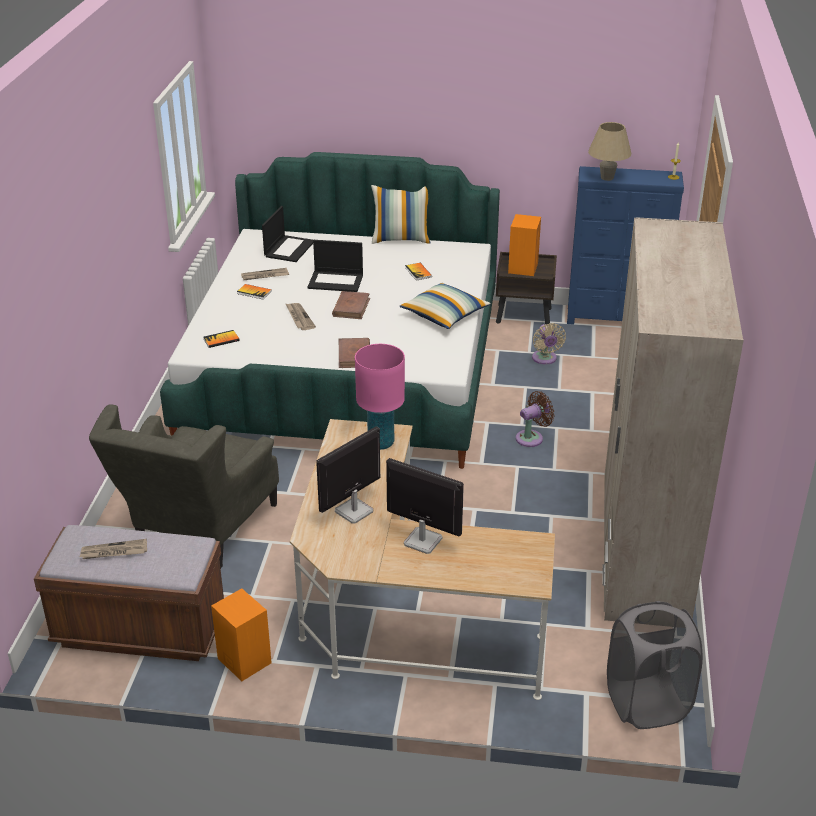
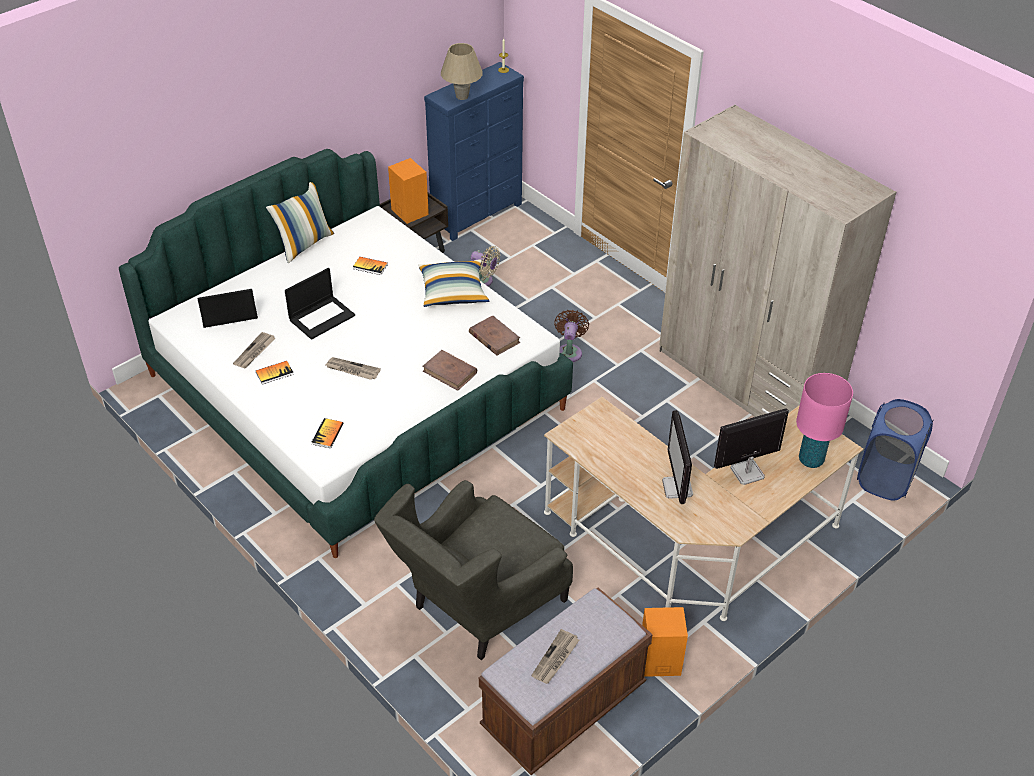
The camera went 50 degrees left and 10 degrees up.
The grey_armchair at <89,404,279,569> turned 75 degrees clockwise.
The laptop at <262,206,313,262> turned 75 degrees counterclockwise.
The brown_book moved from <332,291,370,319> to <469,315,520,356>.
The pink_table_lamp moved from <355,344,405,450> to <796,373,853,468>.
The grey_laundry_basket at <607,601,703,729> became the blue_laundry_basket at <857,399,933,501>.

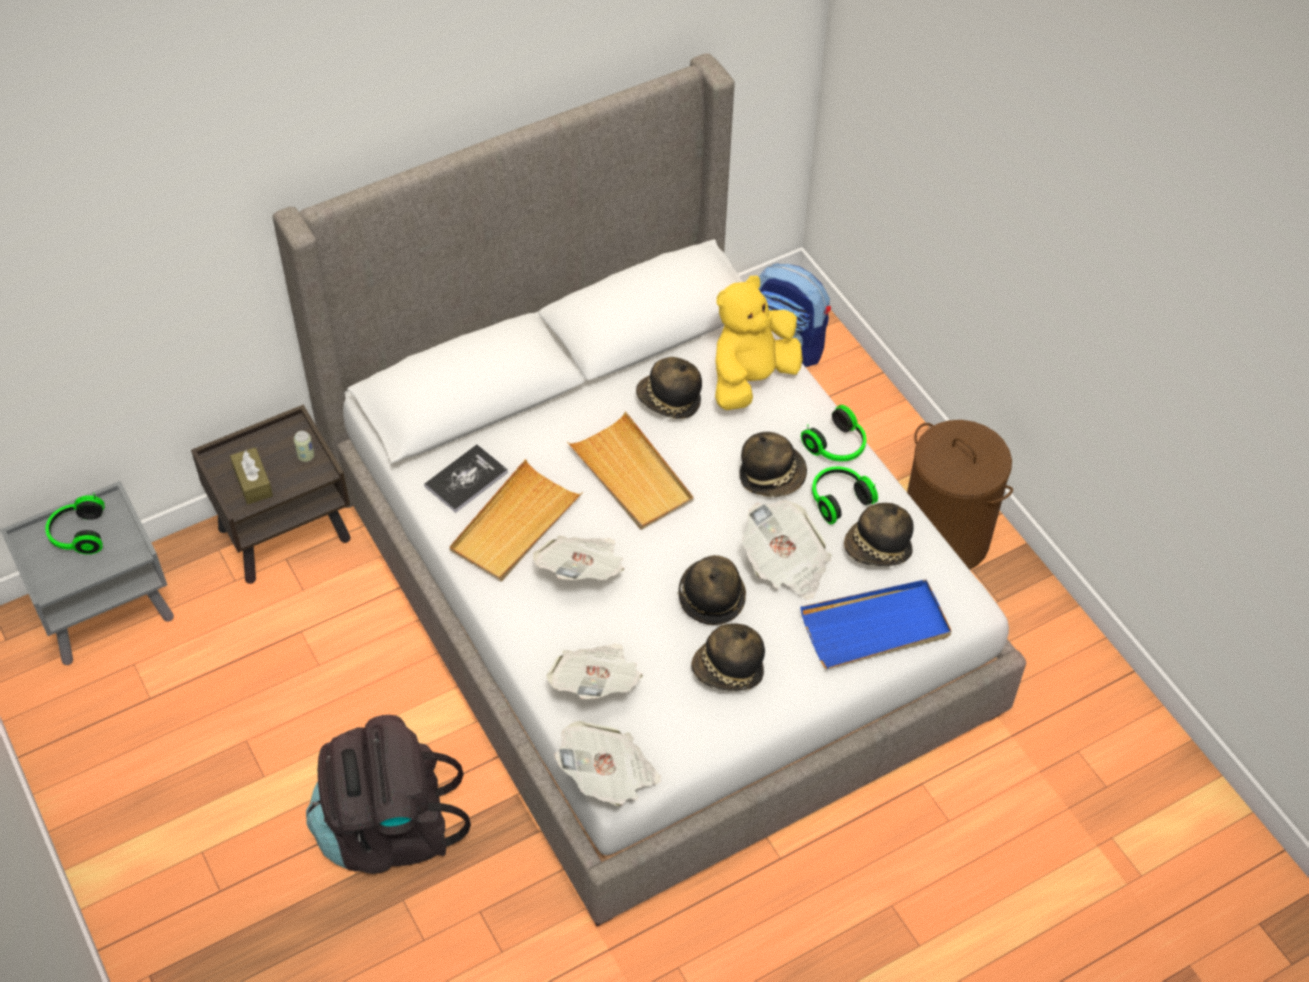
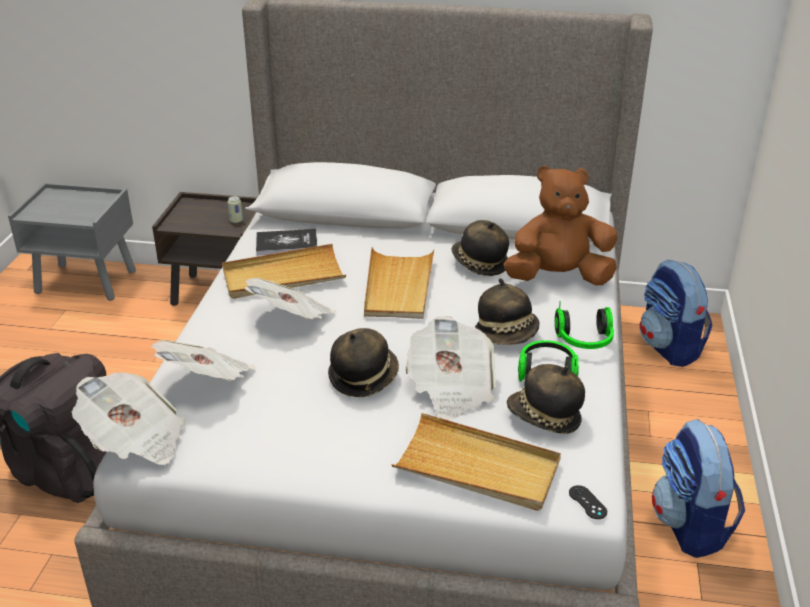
The camera went 40 degrees right and 20 degrees down.
The headphones at <45,493,105,554> disappeared.
The brown_tissue_box at <230,447,273,504> disappeared.
The hat at <691,623,765,691> disappeared.
The yellow_plush_toy at <715,275,803,410> became the brown_plush_toy at <504,165,617,285>.
The blue_tray at <801,579,951,669> became the beige_tray at <391,413,561,511>.
The brown_laundry_basket at <907,420,1013,570> was replaced by the backpack at <652,419,745,558>.
The black_game_controller at <569,485,607,519> appeared.

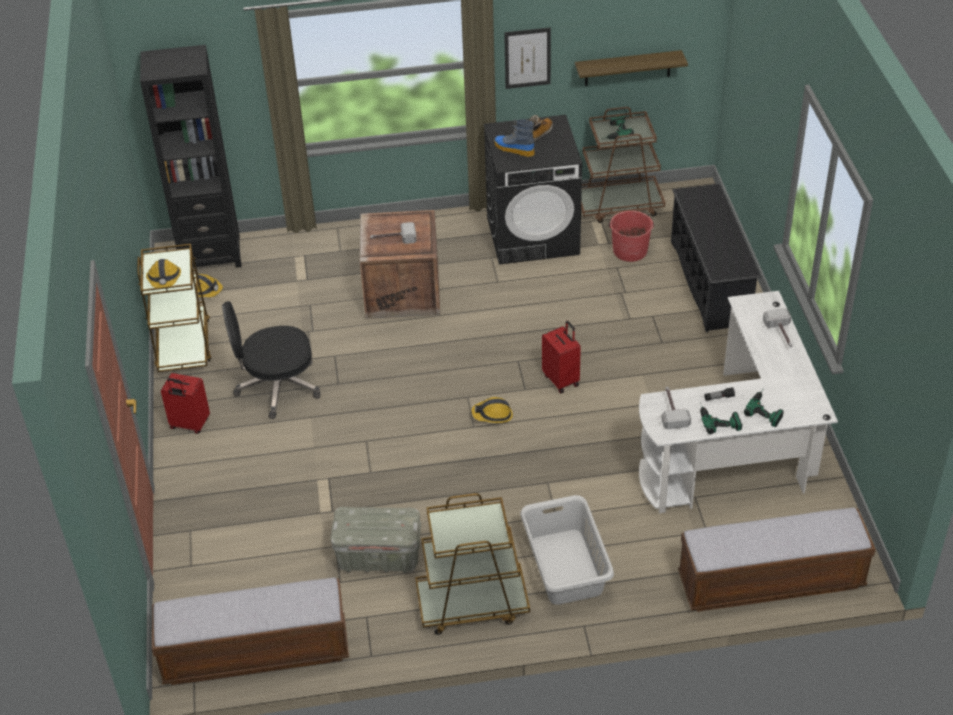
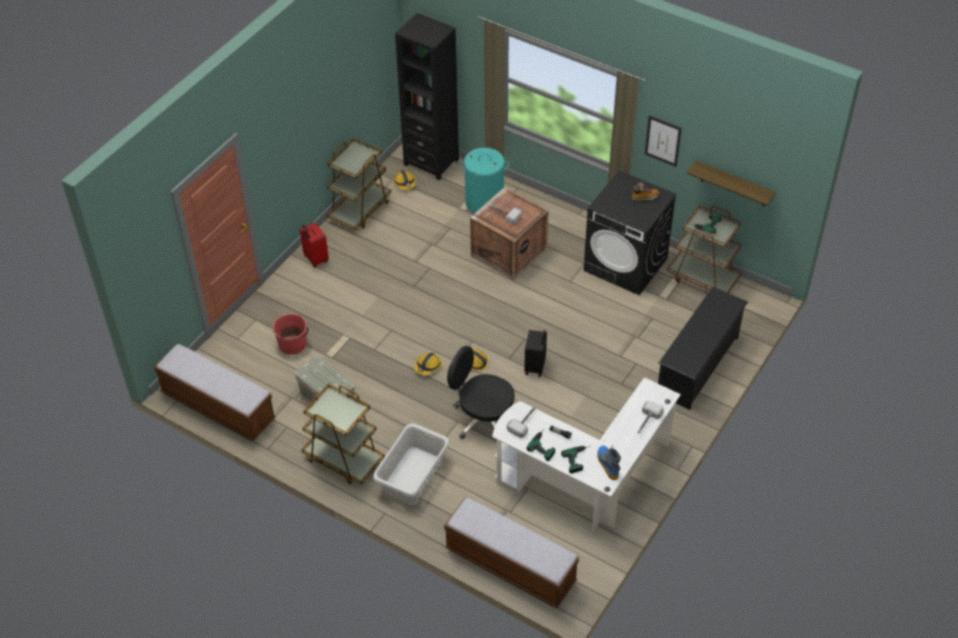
The camera went 40 degrees right and 5 degrees up.
The hard_hat moved from <146,259,181,288> to <414,352,442,375>.
The black_office_chair moved from <222,301,320,419> to <447,346,515,439>.
The boot moved from <495,119,535,157> to <598,445,621,480>.
The red_suitcase at <542,321,581,394> became the black_suitcase at <524,330,547,377>.
The red_bucket moved from <608,211,654,262> to <273,313,308,355>.
The turquoise_laundry_basket at <459,148,509,213> appeared.

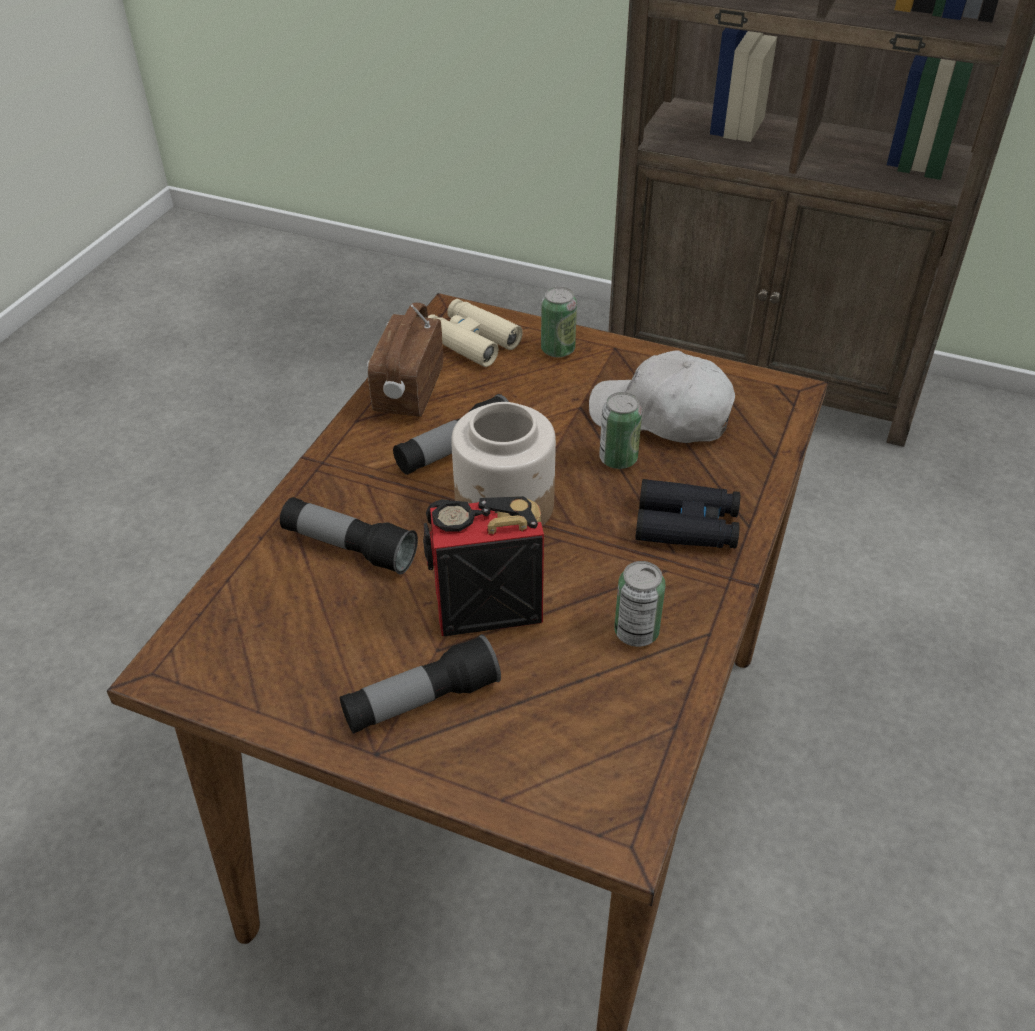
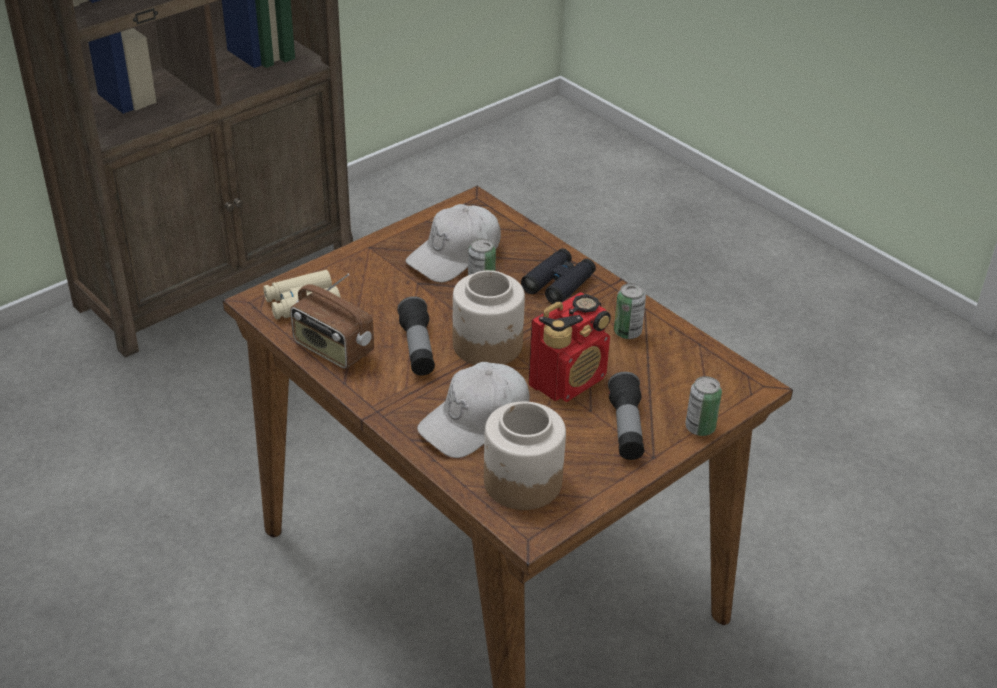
The camera went 65 degrees left and 5 degrees down.
The flashlight at <280,497,418,575> was replaced by the white_cap at <417,362,530,458>.
The radio at <423,496,544,636> turned 150 degrees counterclockwise.
The can moved from <541,287,577,358> to <685,376,722,436>.
The jar at <484,401,566,510> appeared.

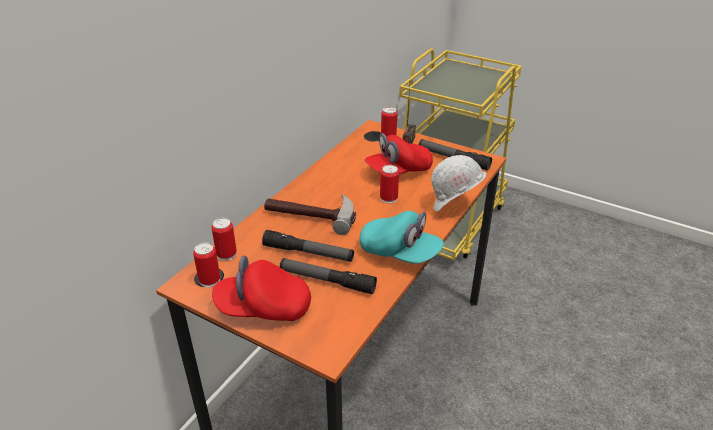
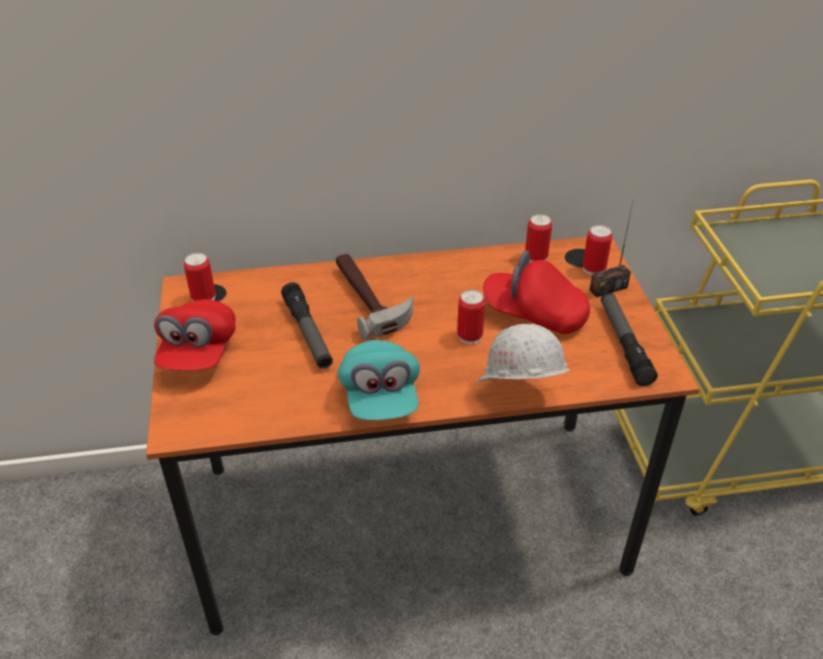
The camera went 50 degrees right and 5 degrees up.
The can moved from <211,218,237,261> to <525,214,552,262>.
The red_cap at <212,255,311,321> turned 135 degrees counterclockwise.
The flashlight at <280,258,377,294> disappeared.

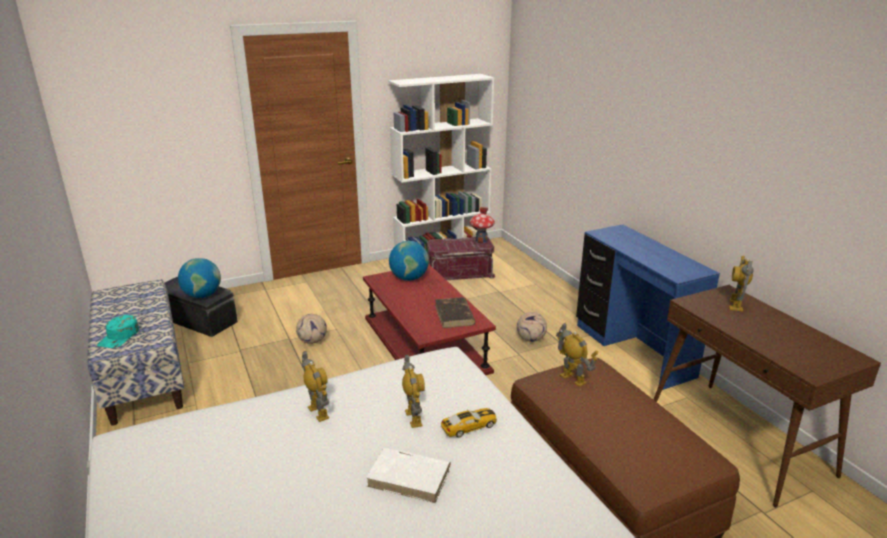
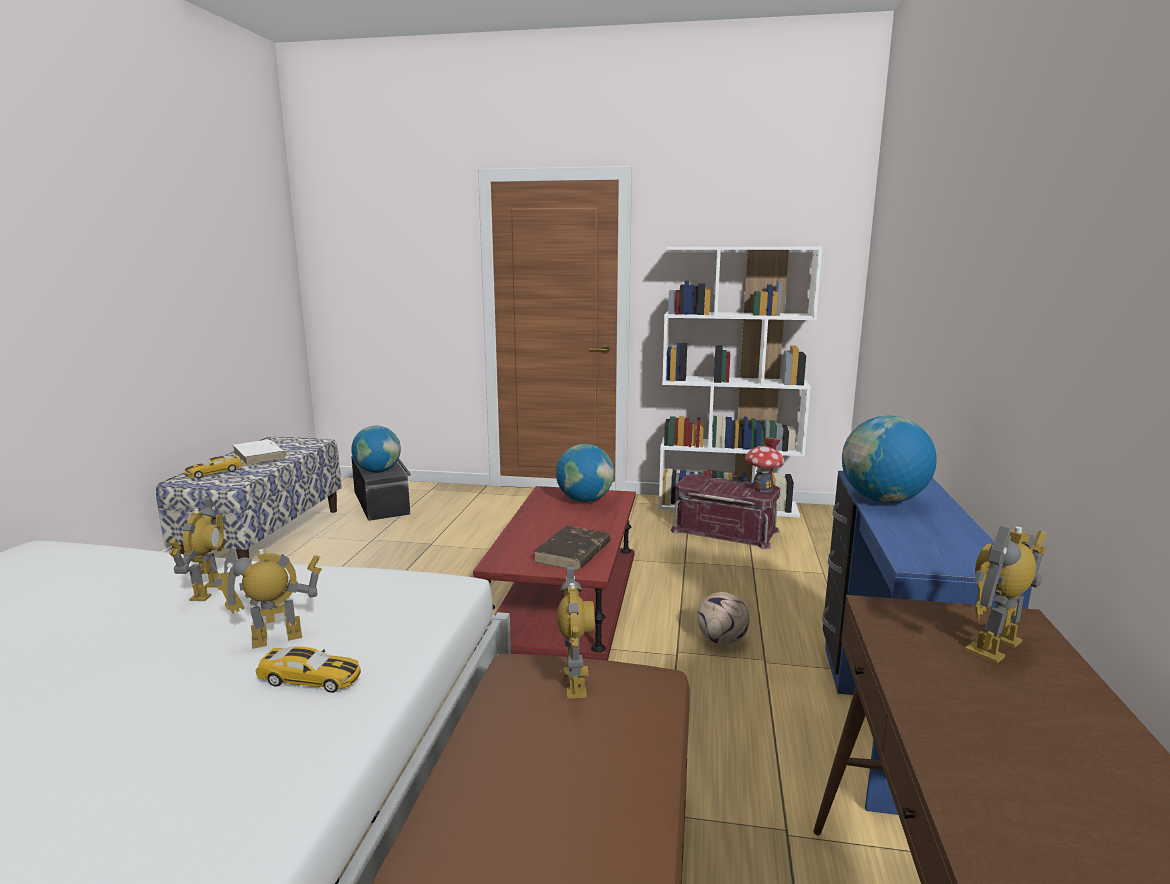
The camera went 35 degrees right and 10 degrees down.
The turquoise_cap at <97,315,139,348> was replaced by the toy_car at <185,456,243,478>.
The football at <296,314,327,344> disappeared.
The white_book moved from <366,447,451,503> to <233,440,287,465>.
The toy_robot at <402,354,425,428> turned 135 degrees counterclockwise.
The globe at <842,415,937,503> appeared.

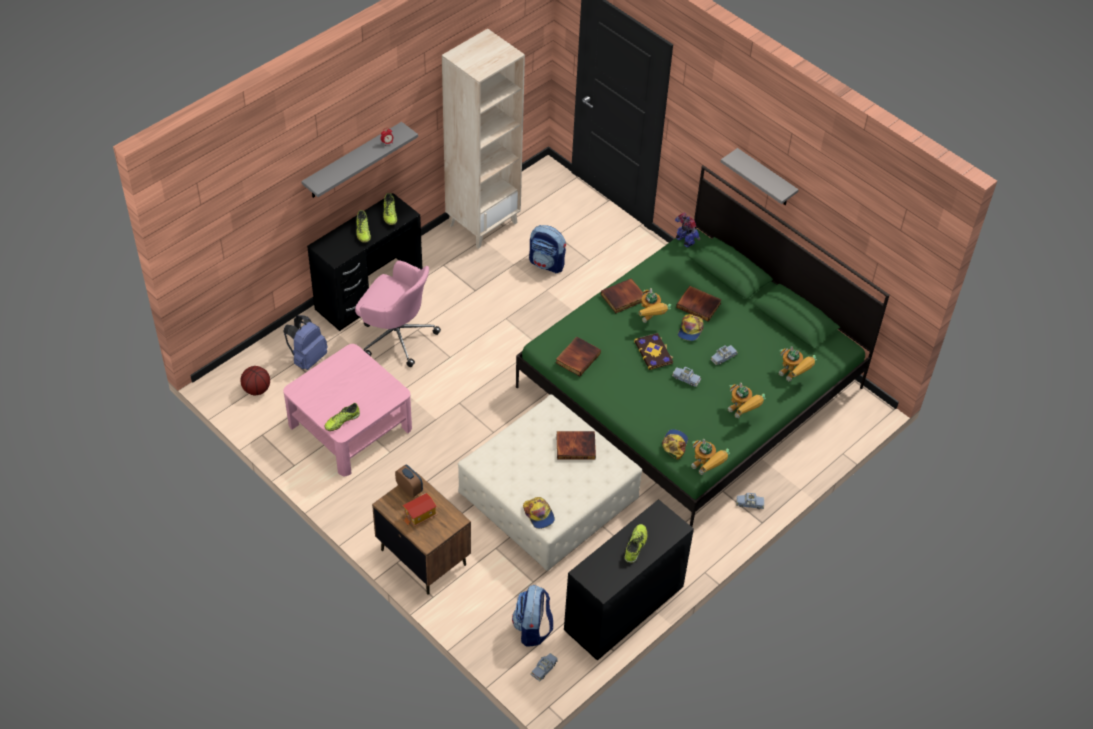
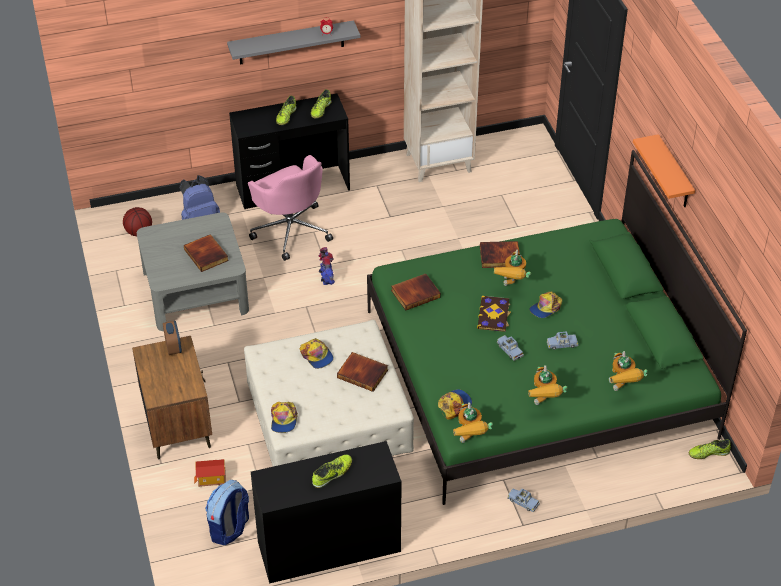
The camera went 30 degrees right and 5 degrees down.
The pink_coffee_table at <283,344,412,476> became the grey_coffee_table at <137,213,249,331>.
The shoe moved from <324,403,360,431> to <688,439,731,459>.
The toy_house moved from <403,493,437,527> to <194,459,226,487>.
The backpack at <529,225,566,273> disappeared.
The blue_toy_car at <530,653,558,681> disappeared.
The toy_robot moved from <675,212,700,248> to <319,247,335,285>.
The book moved from <676,286,722,321> to <184,234,229,272>.
The grey_shelf at <720,148,799,205> became the orange_shelf at <633,134,695,207>.
The cap at <300,338,334,369> appeared.

